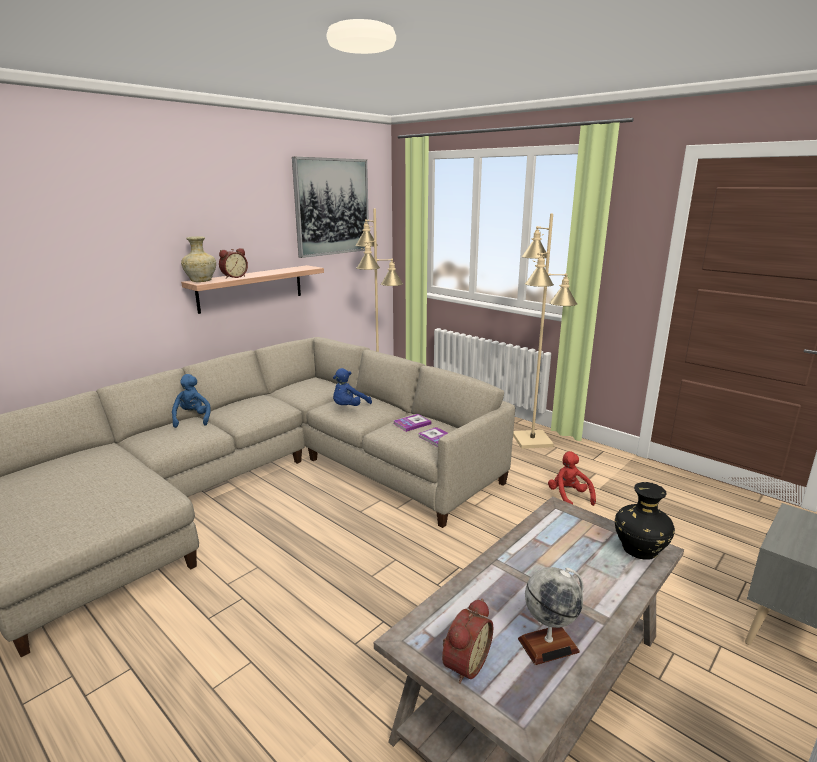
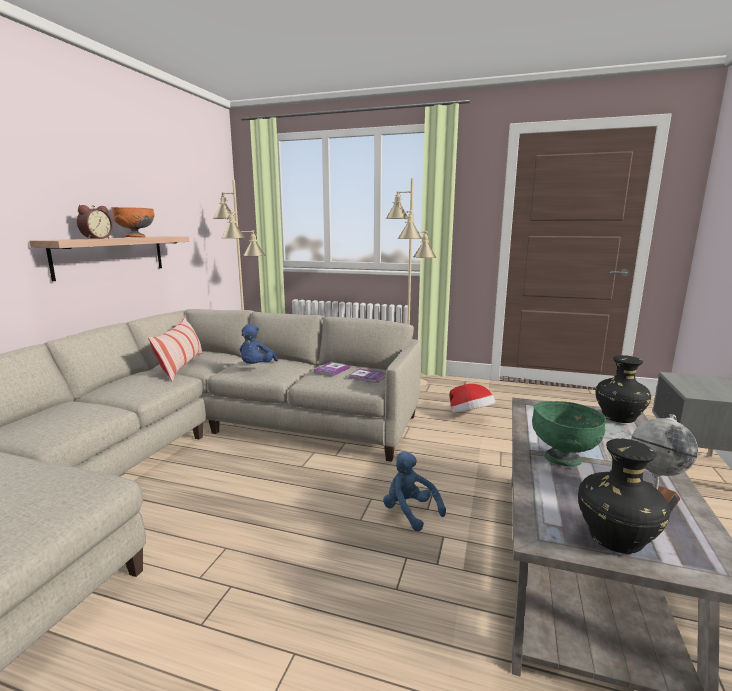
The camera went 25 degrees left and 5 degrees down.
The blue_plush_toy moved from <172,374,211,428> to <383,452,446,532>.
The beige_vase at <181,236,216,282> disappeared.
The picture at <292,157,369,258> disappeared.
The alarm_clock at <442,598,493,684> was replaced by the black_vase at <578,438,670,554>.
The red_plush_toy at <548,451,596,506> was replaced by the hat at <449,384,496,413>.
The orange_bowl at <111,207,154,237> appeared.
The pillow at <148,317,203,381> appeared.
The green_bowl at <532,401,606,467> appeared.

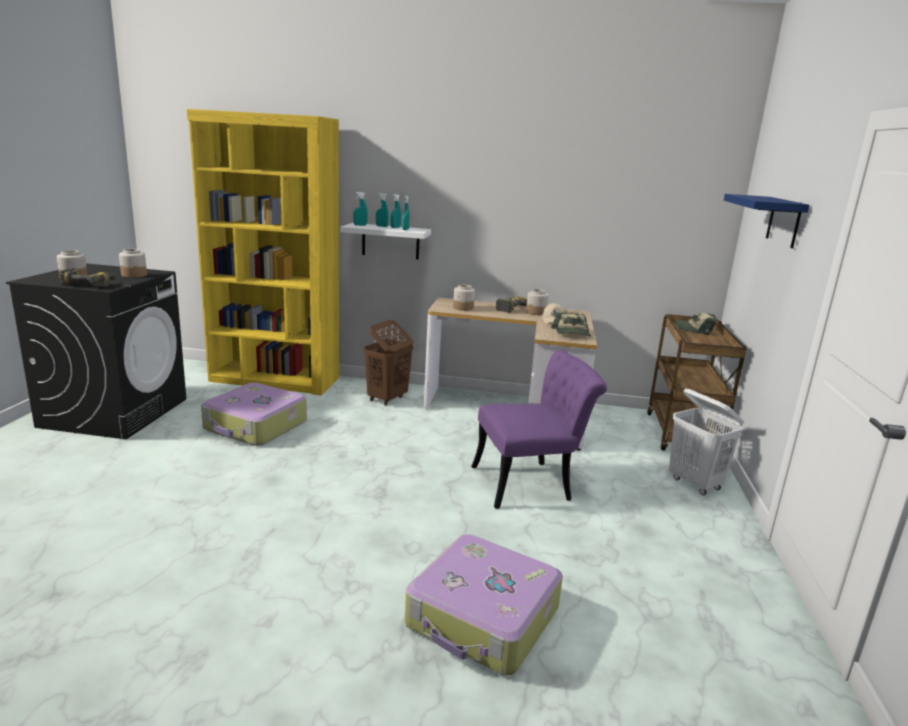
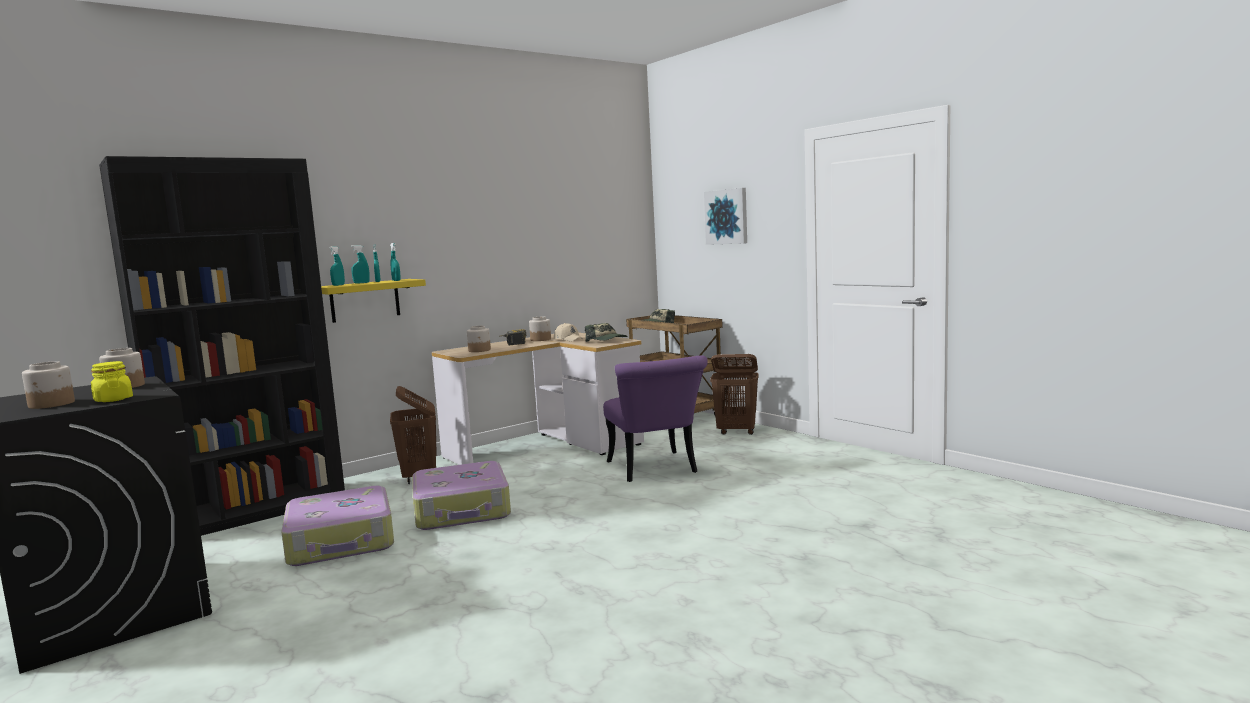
The camera went 45 degrees left and 10 degrees down.
The power_drill at <59,268,112,285> was replaced by the yellow_jar at <91,361,133,402>.
The yellow_bookcase at <187,109,339,396> became the black_bookcase at <99,156,345,536>.
The white_shelf at <340,223,431,260> became the yellow_shelf at <321,279,426,323>.
The suitcase moved from <404,534,563,676> to <412,461,511,530>.
The purple_chair at <471,350,607,509> turned 135 degrees clockwise.
The white_laundry_basket at <669,389,744,495> became the brown_laundry_basket at <710,354,759,435>.
The blue_shelf at <724,194,810,248> was replaced by the picture at <704,188,747,245>.

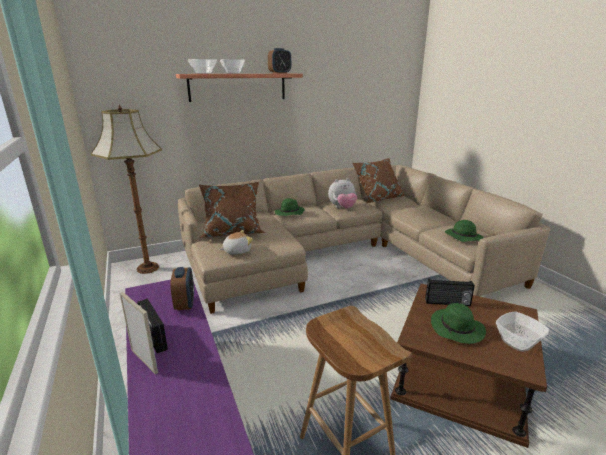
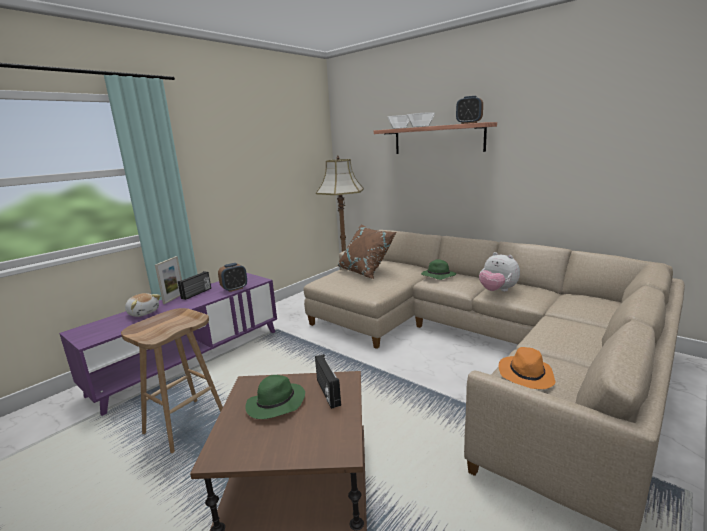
The camera went 65 degrees right and 5 degrees down.
The plush_toy moved from <220,230,253,254> to <125,293,160,317>.
The brown_pillow at <352,158,405,203> disappeared.
The green_hat at <445,220,484,242> became the orange_hat at <498,347,556,389>.
The bowl at <496,312,549,352> disappeared.

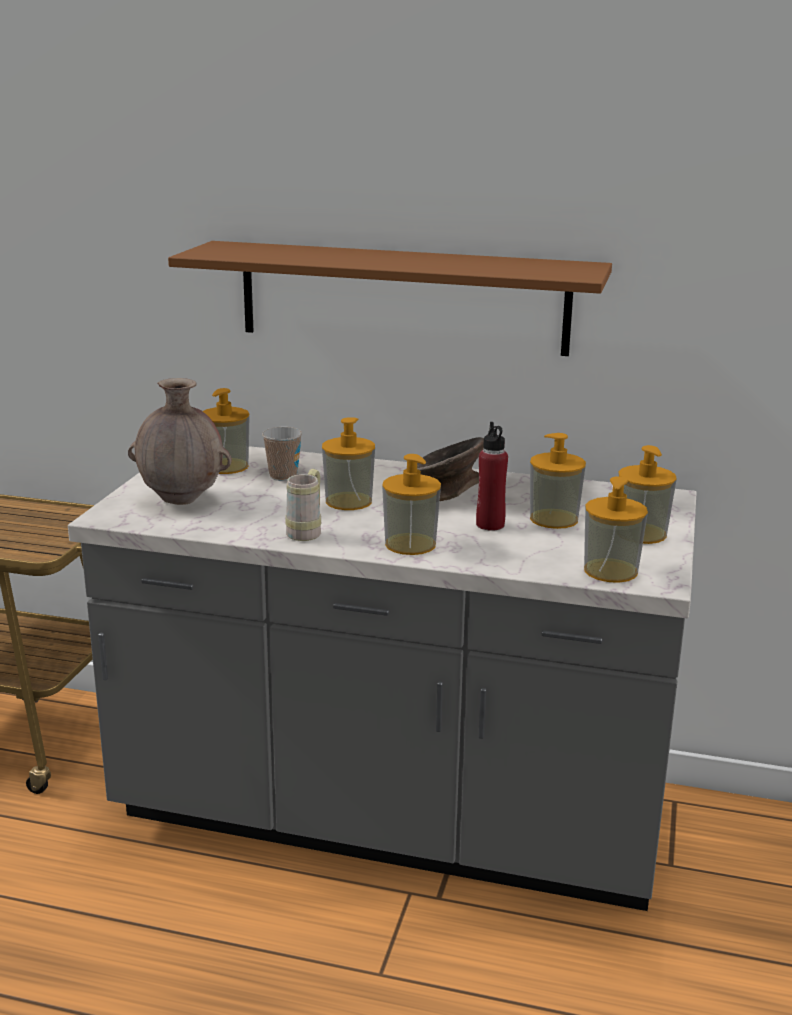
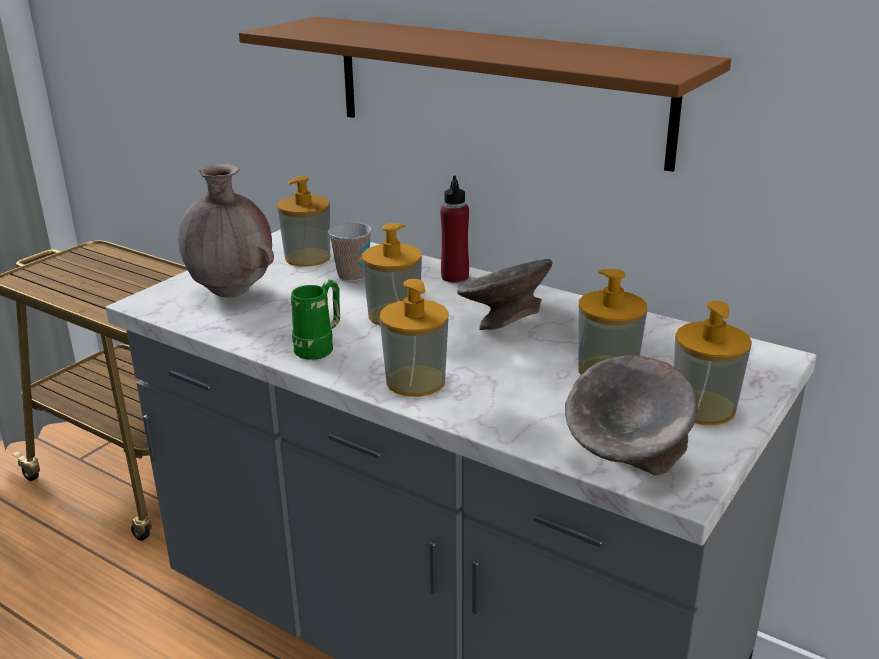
The camera went 20 degrees right and 5 degrees up.
The beige_mug at <285,469,321,541> became the green_mug at <291,280,340,360>.
The red_bottle moved from <476,422,508,531> to <440,175,469,282>.
The soap_dispenser at <584,476,648,583> was replaced by the grey_bowl at <565,355,698,476>.

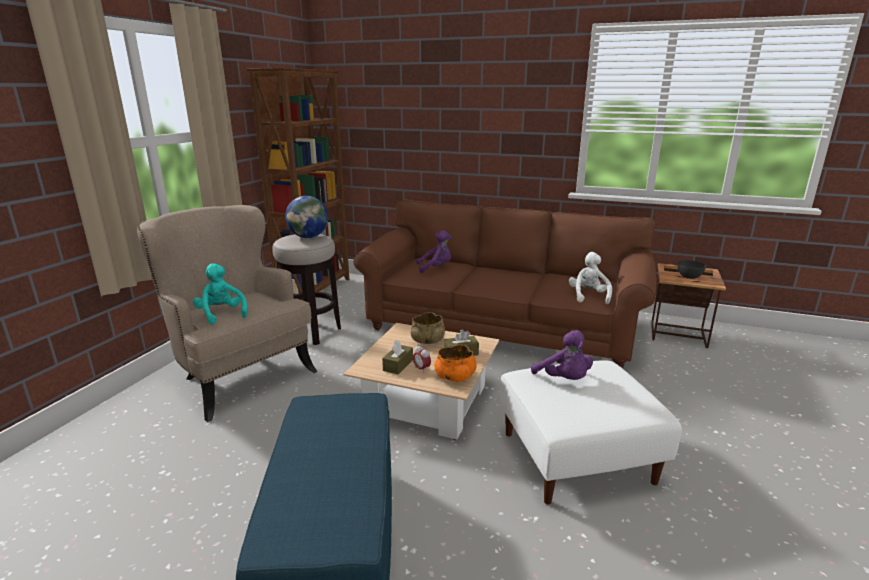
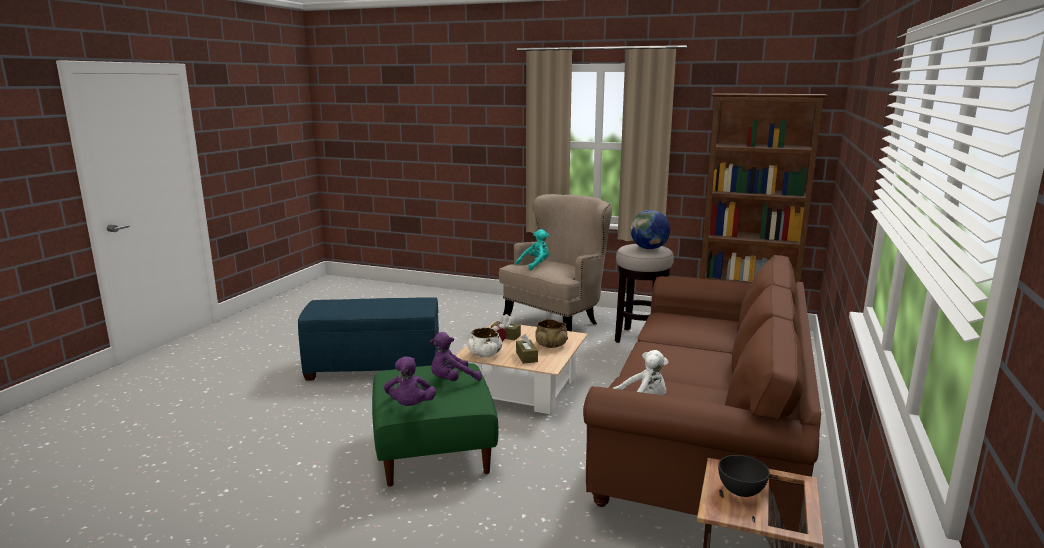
The camera went 90 degrees right and 5 degrees down.
The purple_plush_toy moved from <417,230,452,273> to <384,357,436,406>.
The orange_bowl at <434,345,477,382> became the white_bowl at <468,327,502,358>.
The white_ottoman at <500,360,682,504> became the green_ottoman at <372,363,498,487>.

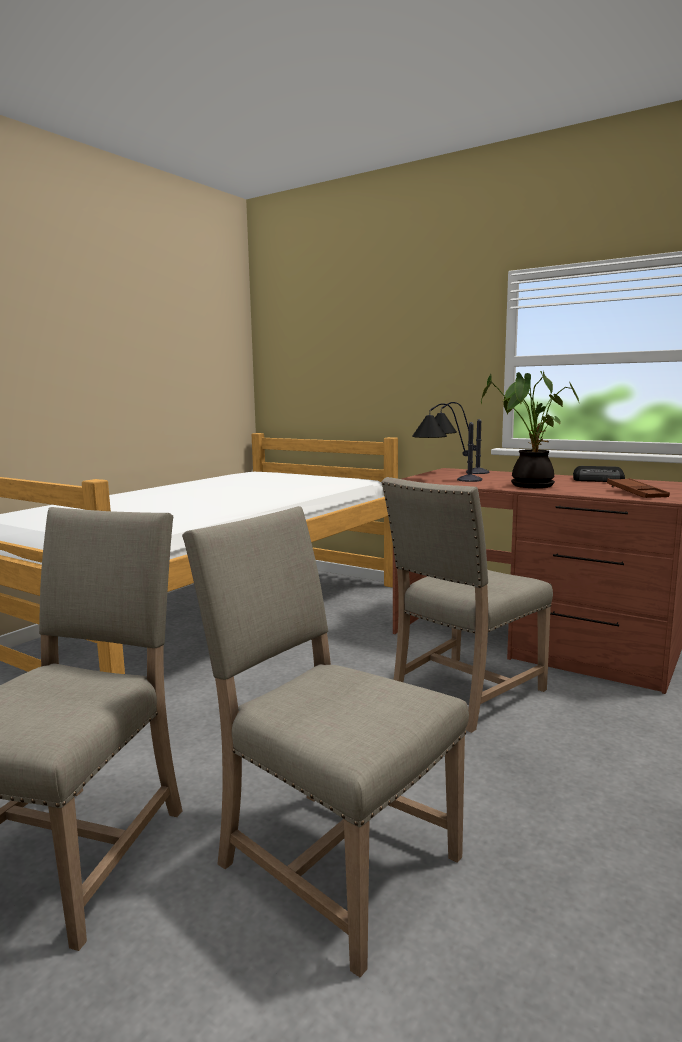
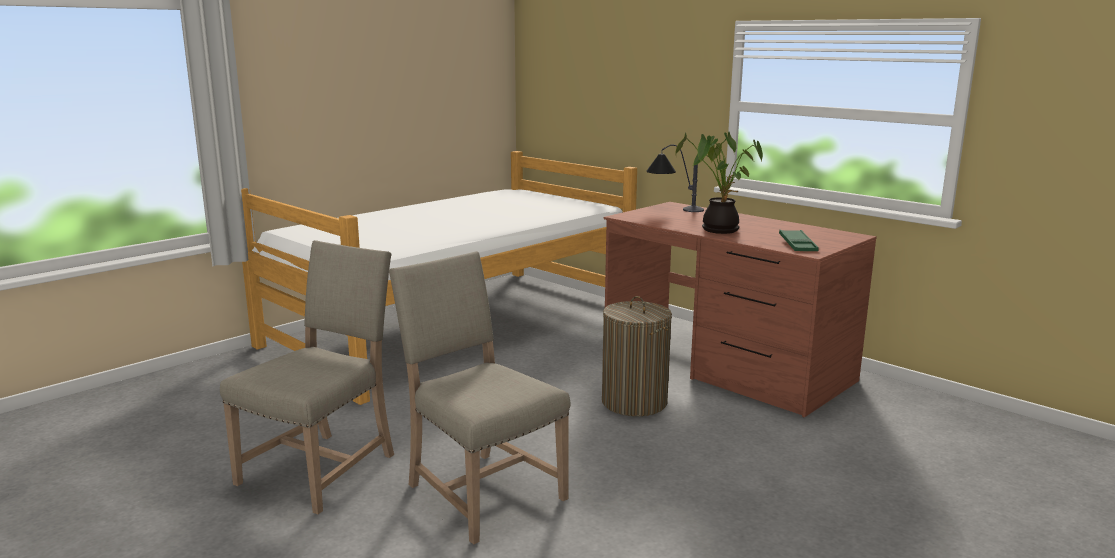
The camera went 10 degrees right and 5 degrees up.
The beige_chair at <381,477,553,733> was replaced by the laundry_basket at <602,296,672,416>.
The table_lamp at <412,403,482,482> disappeared.
The radio at <573,466,625,482> disappeared.
The brown_tray at <607,478,670,498> became the green_tray at <779,230,819,251>.

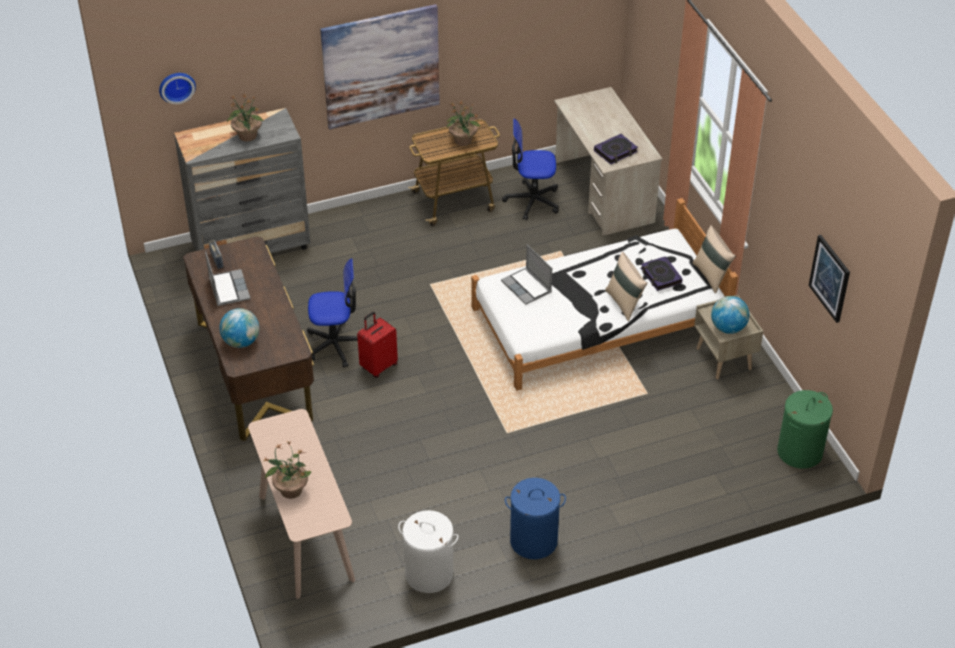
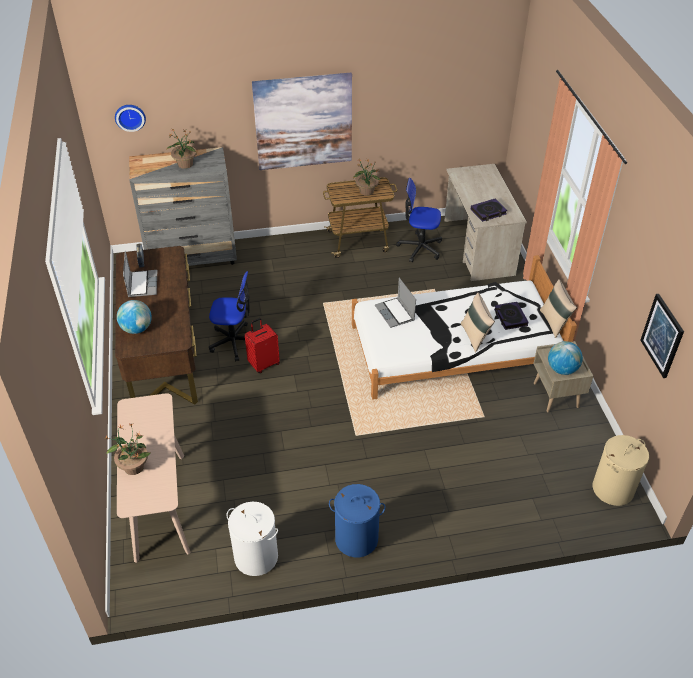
The camera went 10 degrees right and 0 degrees up.
The green_laundry_basket at <777,390,833,469> became the beige_laundry_basket at <593,435,649,506>.

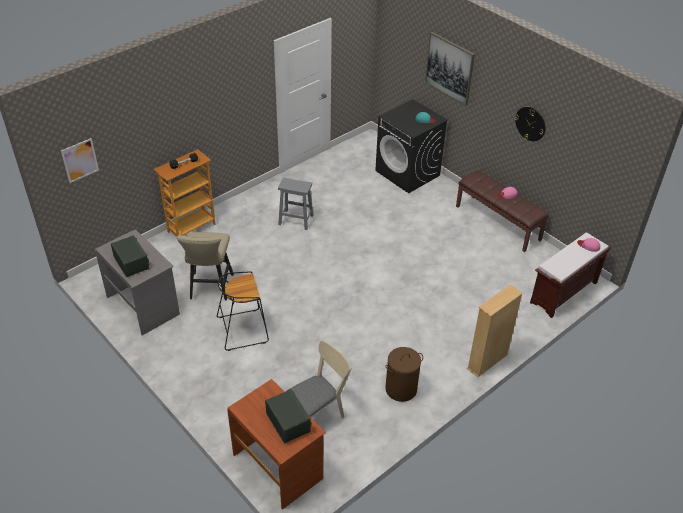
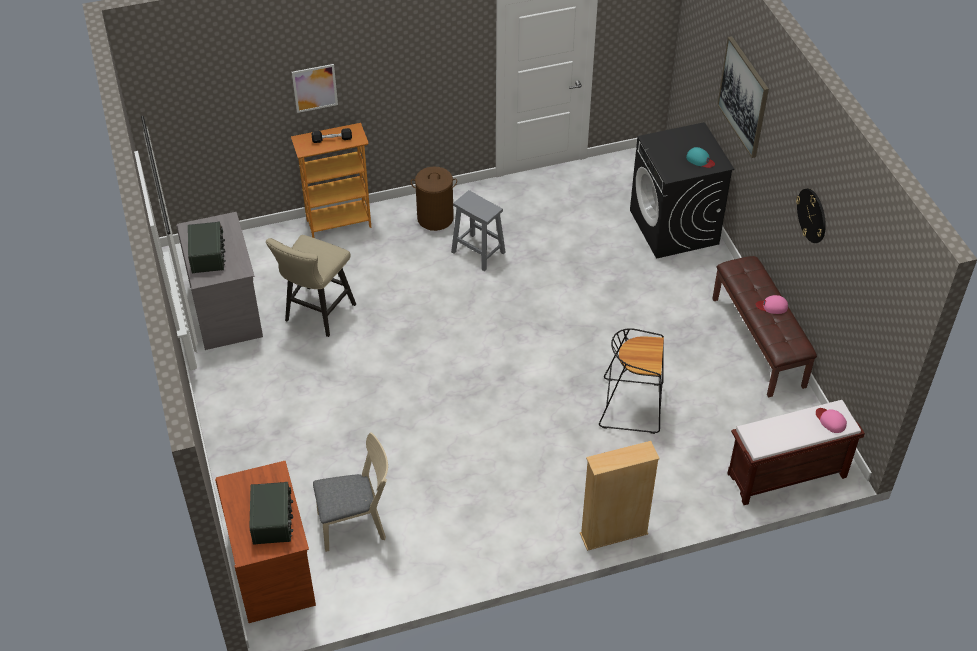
The camera went 25 degrees right and 5 degrees up.
The picture moved from <61,138,99,183> to <292,64,338,113>.
The black_stool moved from <217,271,269,351> to <599,328,664,434>.
The brown_laundry_basket moved from <385,347,423,402> to <411,167,457,231>.

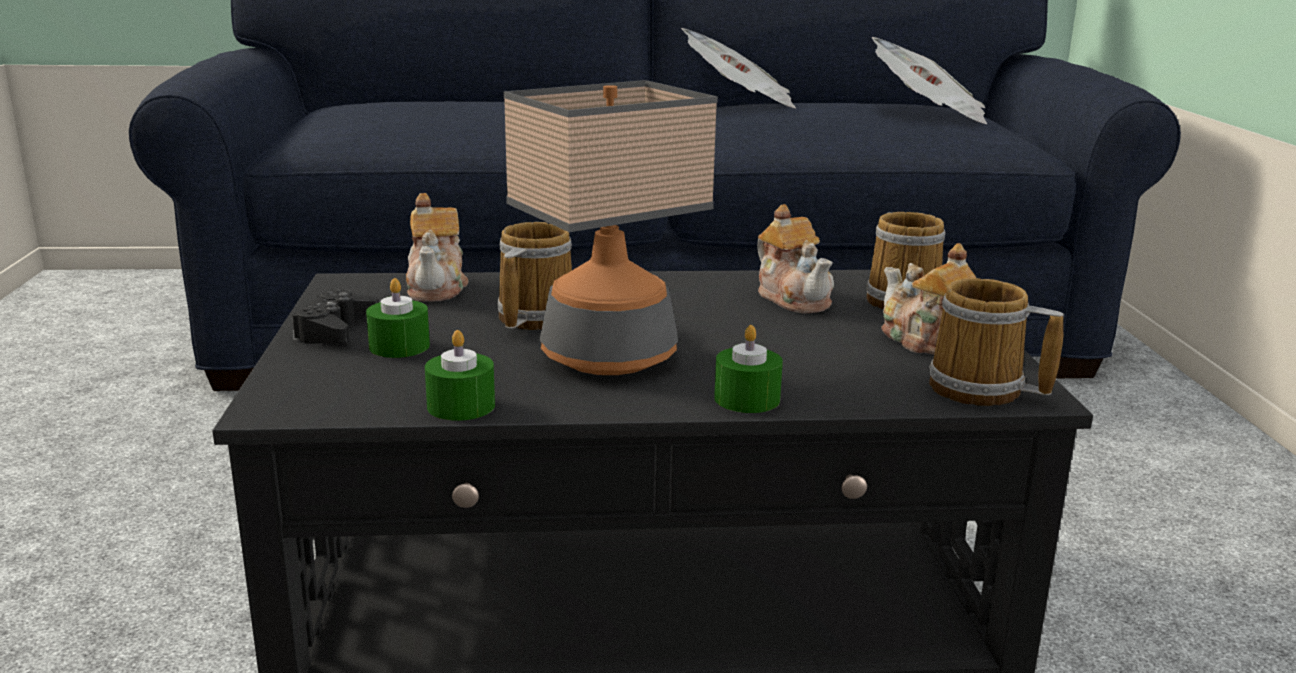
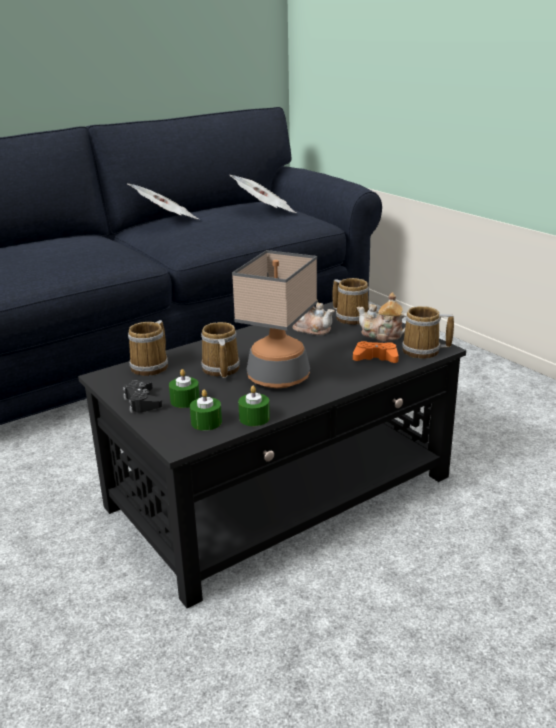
The camera went 30 degrees left and 5 degrees up.
The teapot at <406,193,468,302> was replaced by the mug at <128,320,168,376>.
The green_candle moved from <714,325,783,413> to <190,390,222,431>.
The orange_game_controller at <353,341,399,363> appeared.

